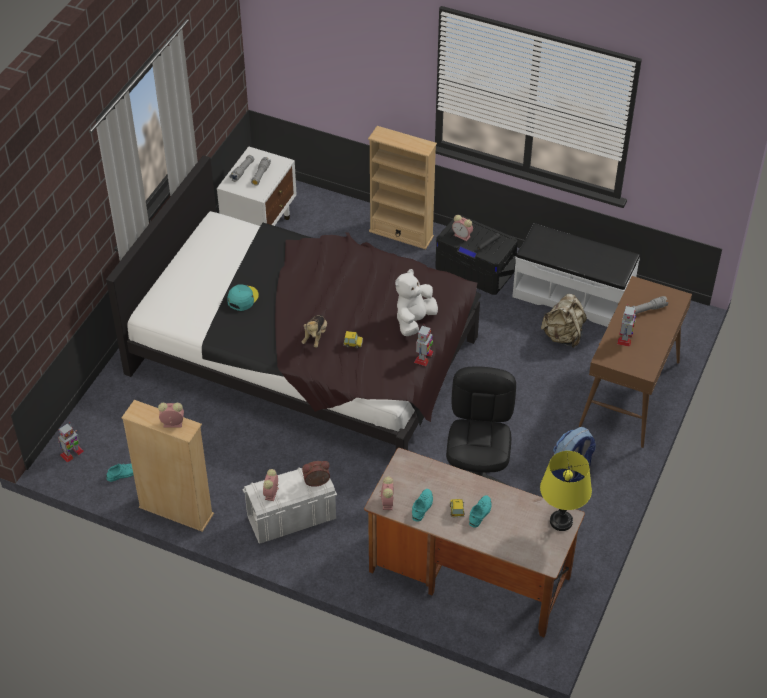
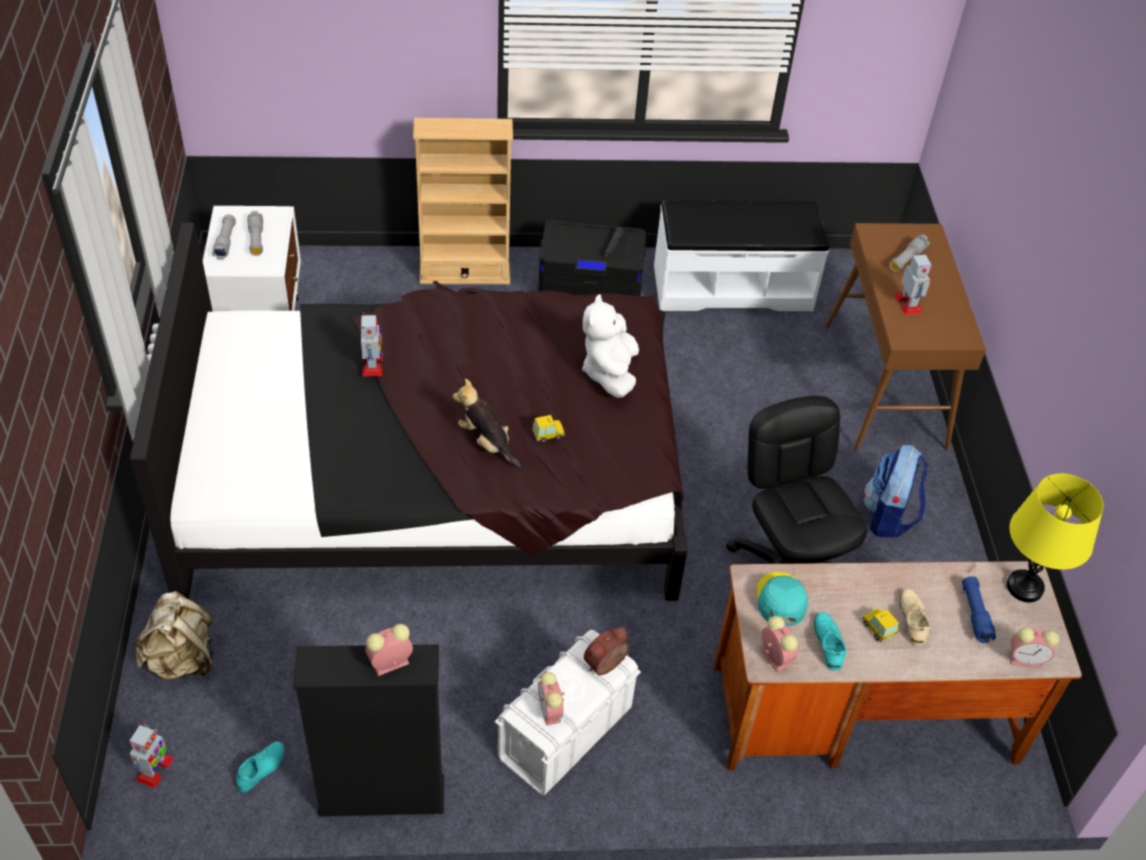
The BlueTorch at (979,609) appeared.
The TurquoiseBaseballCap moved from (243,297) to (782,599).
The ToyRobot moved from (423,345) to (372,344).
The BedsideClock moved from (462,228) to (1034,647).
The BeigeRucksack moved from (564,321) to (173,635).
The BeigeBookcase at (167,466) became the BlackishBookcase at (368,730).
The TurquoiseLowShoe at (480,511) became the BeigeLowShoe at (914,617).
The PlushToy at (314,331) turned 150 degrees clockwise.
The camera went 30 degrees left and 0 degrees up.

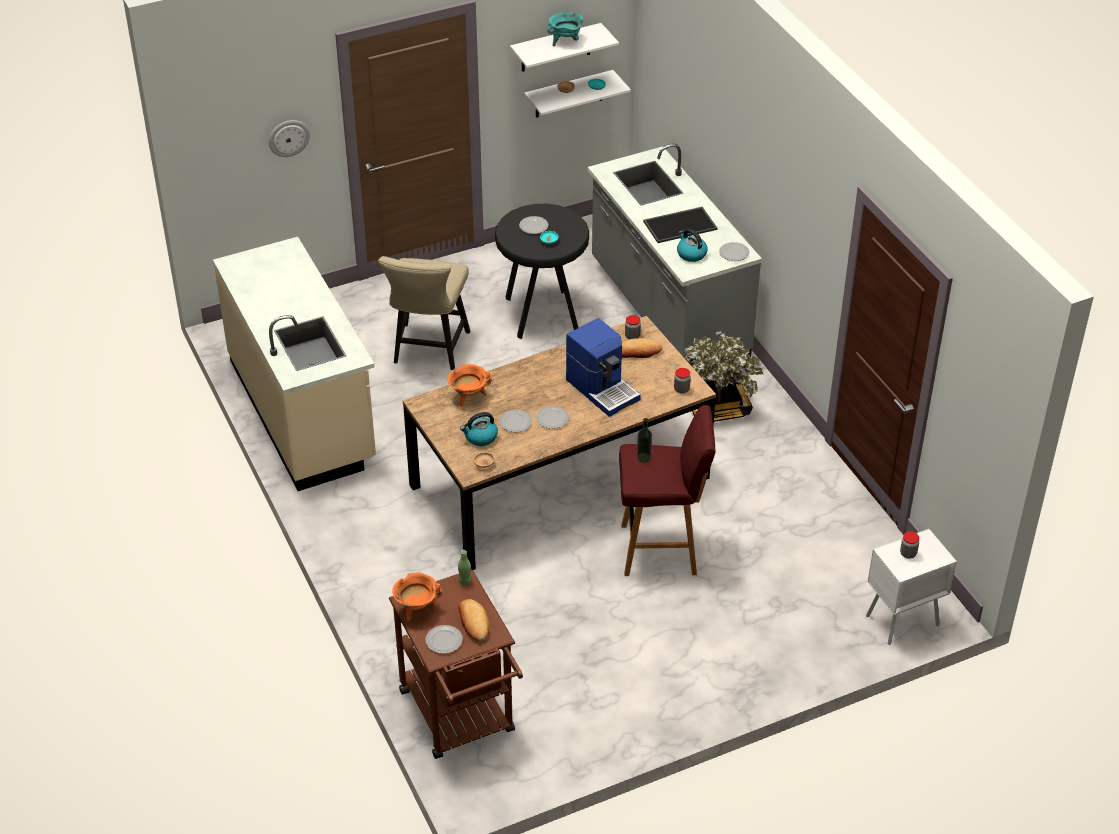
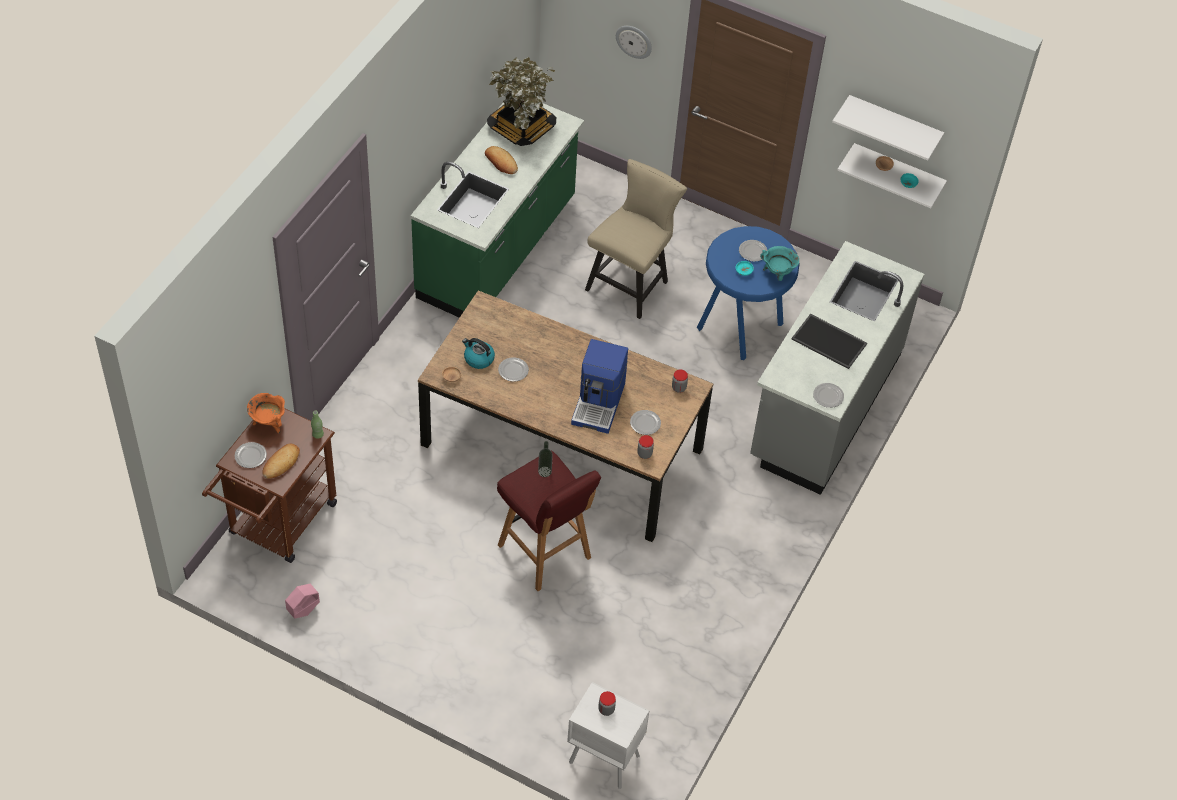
The OrangeColouredCookingPot at (470,385) disappeared.
The WaterKettle at (692,245) disappeared.
The PinkColouredFlowerPot at (302,601) appeared.
The Plate moved from (552,417) to (645,422).
The TurquoiseCookingPot moved from (565,29) to (779,263).
The BakedBread moved from (642,348) to (501,160).
The PlantInAPot moved from (725,376) to (521,101).
The BeigeKitchenBaseUnit at (294,364) became the GreenishKitchenBaseUnit at (497,208).
The BlackishStoolSeat at (542,271) became the BlueStoolSeat at (748,293).
The BeigeUprightChair at (424,313) turned 150 degrees clockwise.
The camera went 50 degrees right and 10 degrees up.

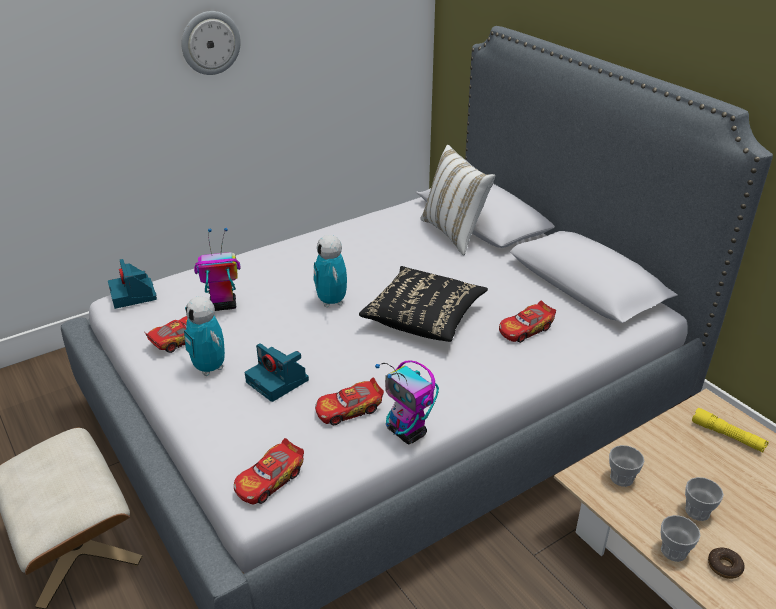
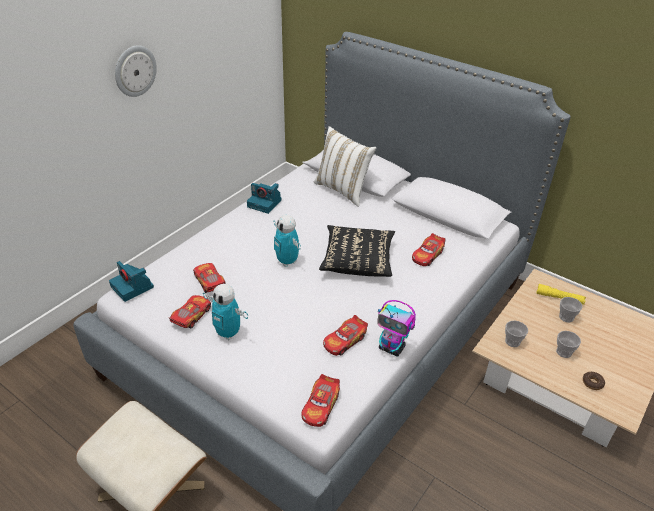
The PhotoCamera moved from (277,372) to (264,198).
The Cup moved from (681,538) to (571,310).
The ToyRobot at (217,269) was replaced by the MiniatureCar at (209,278).
The camera went 20 degrees left and 5 degrees up.

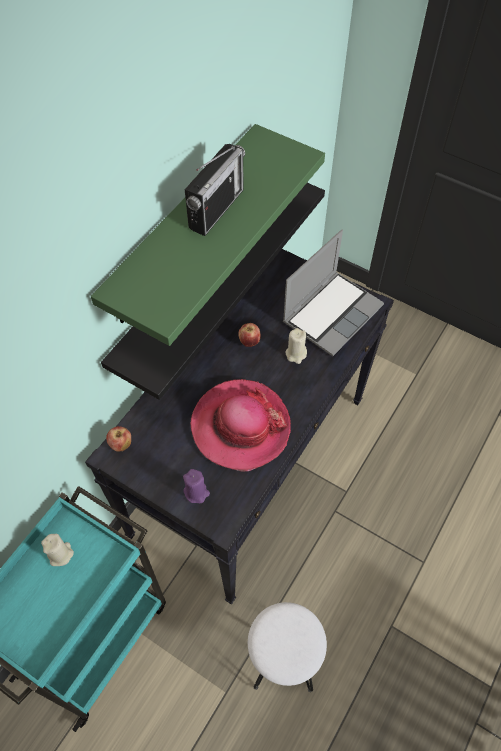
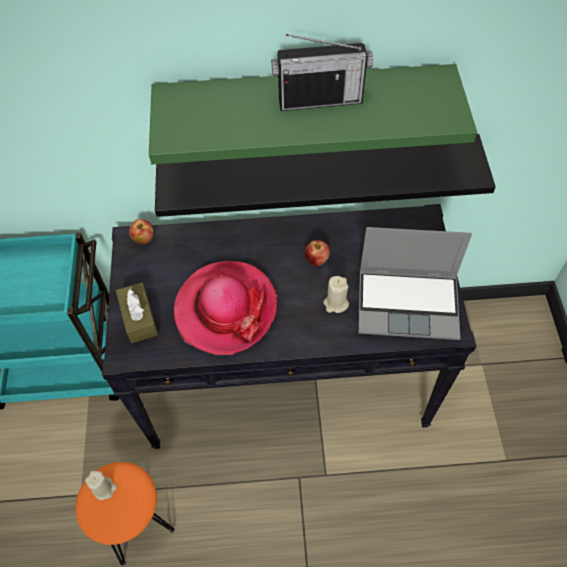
The BeigeCandle moved from (57,549) to (101,485).
The PurplishCandle at (196,486) was replaced by the BrownTissueHolder at (137,312).
The WhiteStoolSeat at (287,647) became the OrangeColouredStoolSeat at (125,514).
The camera went 55 degrees right and 0 degrees up.

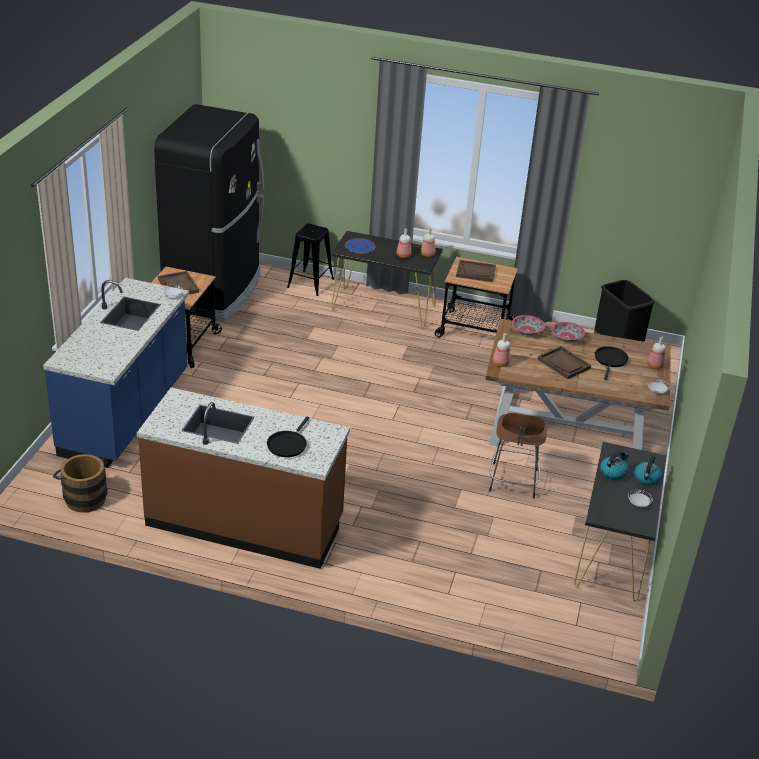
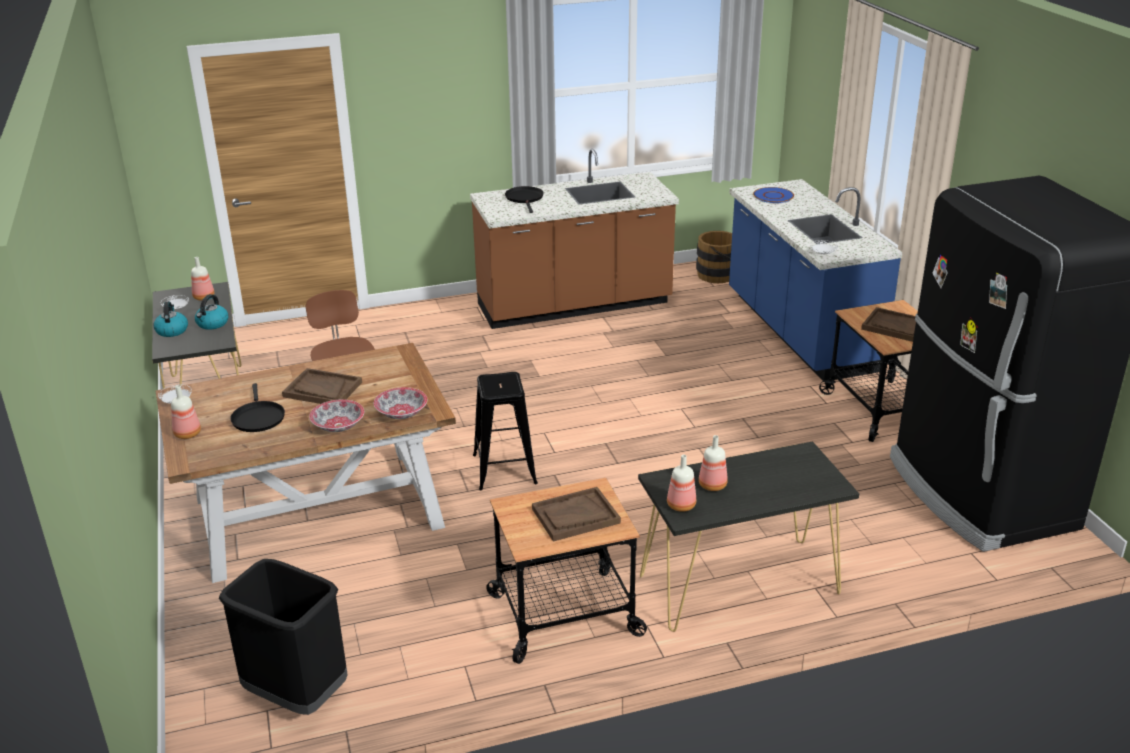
The BlackishStoolSeat moved from (310,259) to (505,431).
The BluePlate moved from (360,246) to (773,195).
The Bottle moved from (501,350) to (203,279).
The camera went 150 degrees right and 5 degrees down.

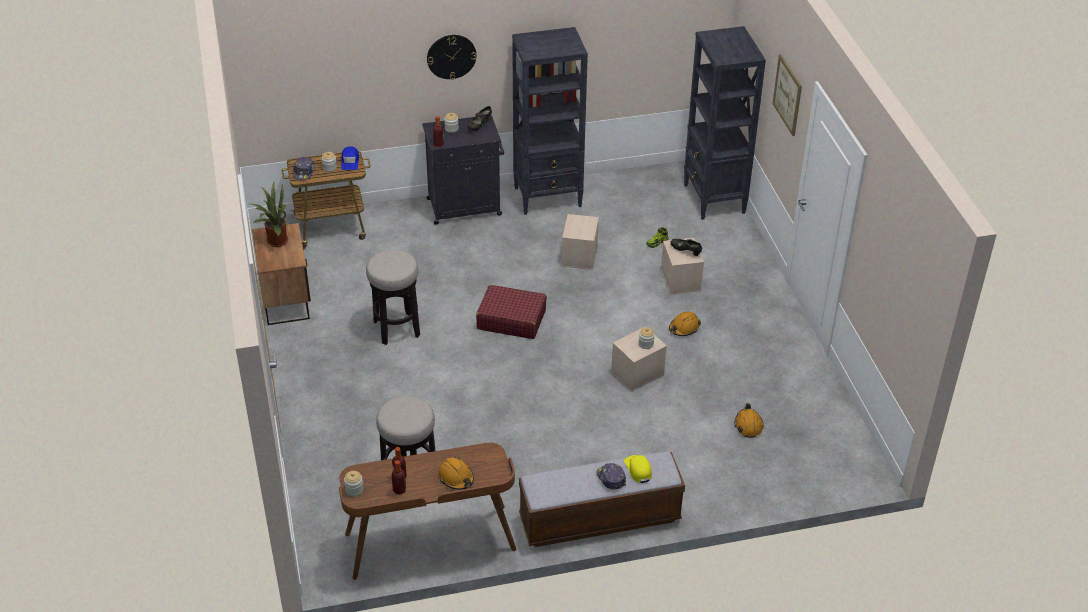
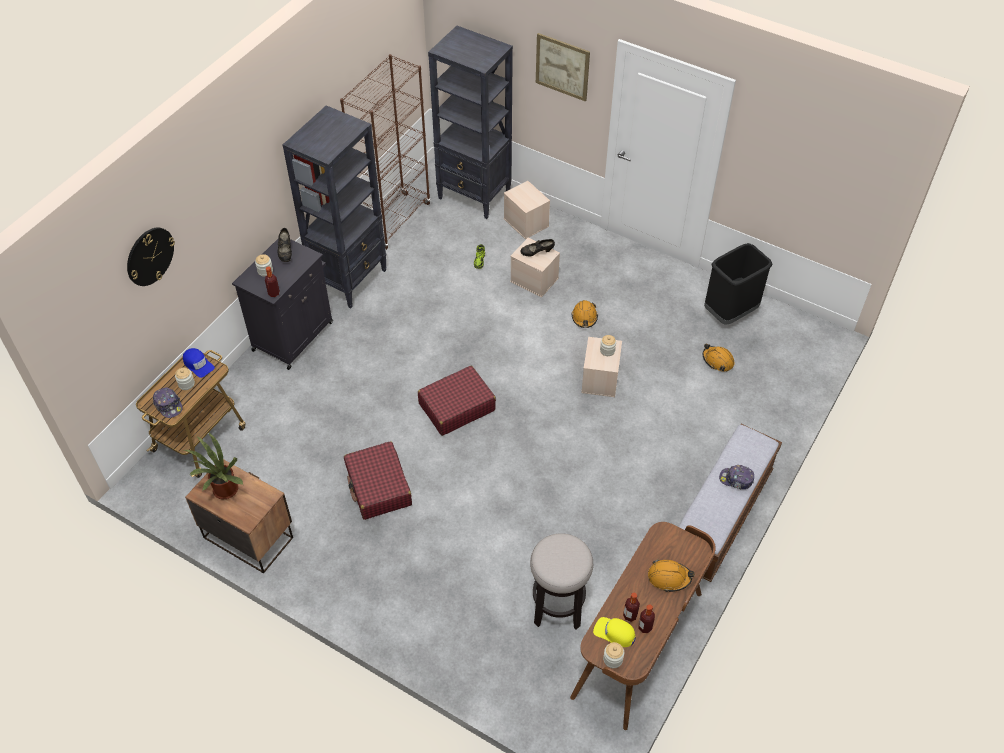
The BrownBookcase at (385,152) appeared.
The BlackishRubbishBin at (738,284) appeared.
The WallClock moved from (452,57) to (151,257).
The BeigeStorageContainer moved from (580,242) to (527,210).
The YellowColouredBaseballCap moved from (638,469) to (614,632).
The StoolSeat at (393,297) was replaced by the ReddishTravelCase at (378,480).
The camera went 45 degrees left and 10 degrees up.

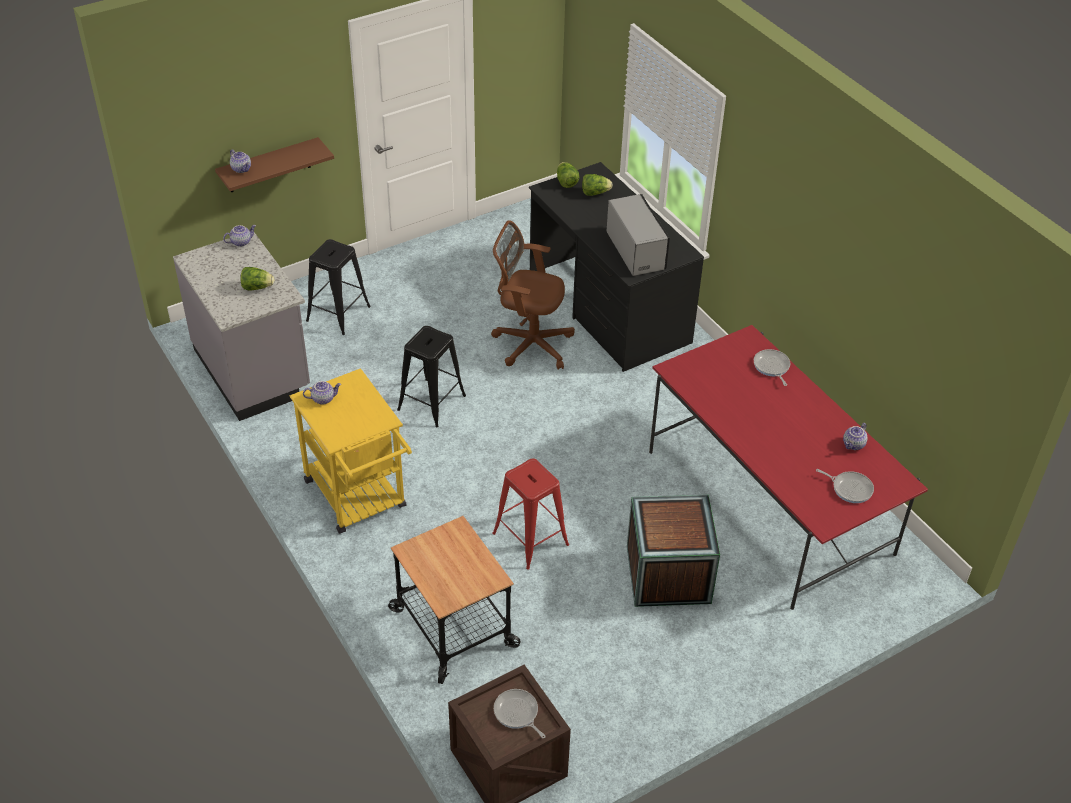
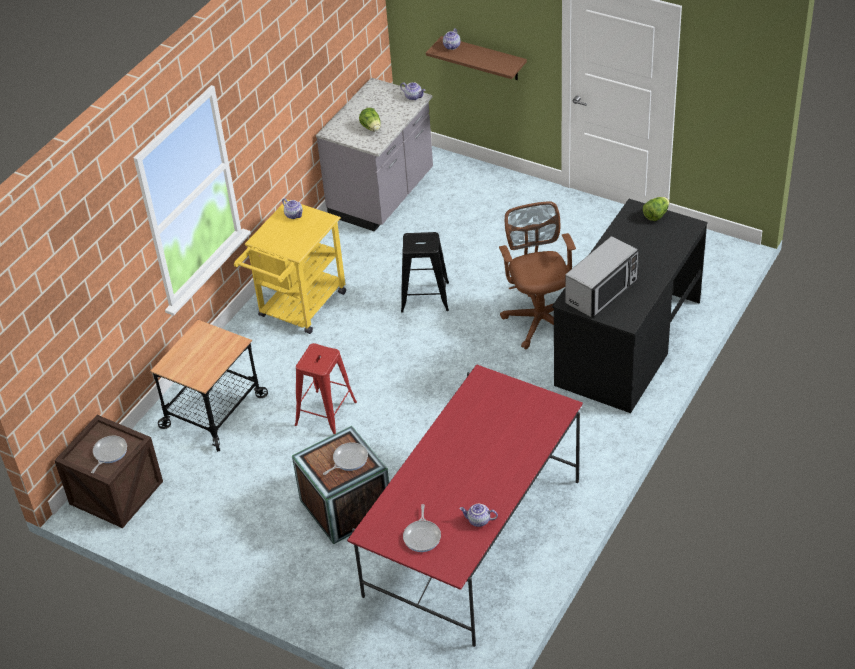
The BlackishStoolSeat at (338,287) disappeared.
The HeadOfLettuce at (597,185) disappeared.
The Skillet moved from (772,367) to (345,458).
The camera went 65 degrees right and 0 degrees up.

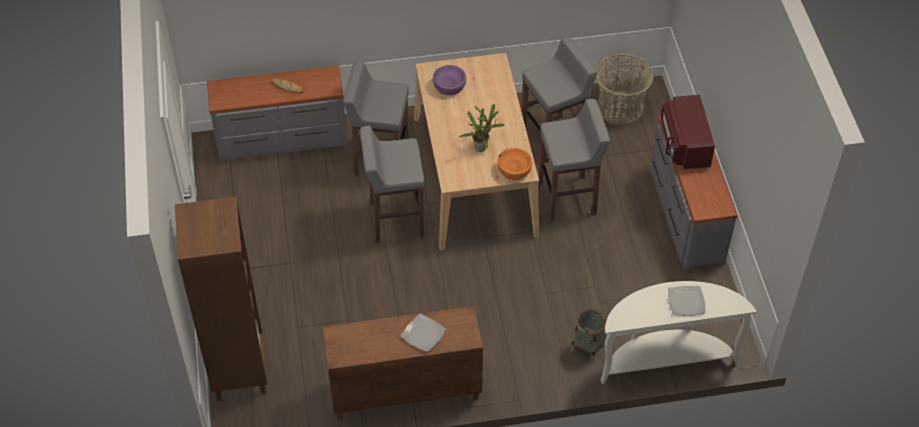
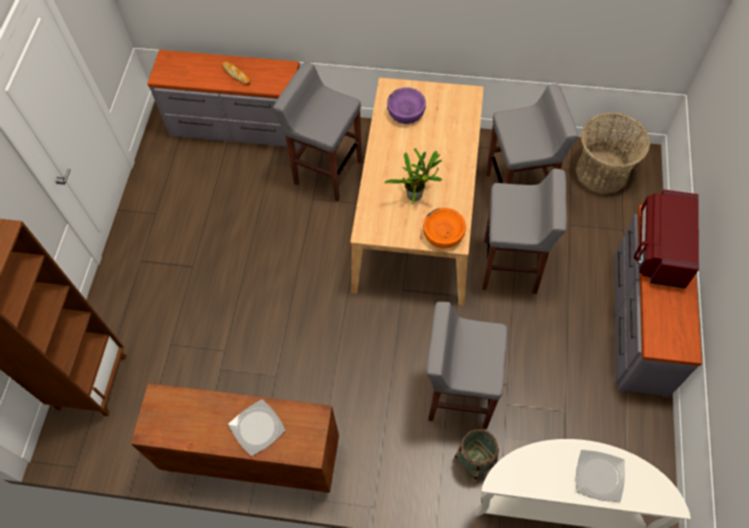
The GreyishStoolSeat moved from (392,184) to (467,365).
The camera went 20 degrees right and 10 degrees up.

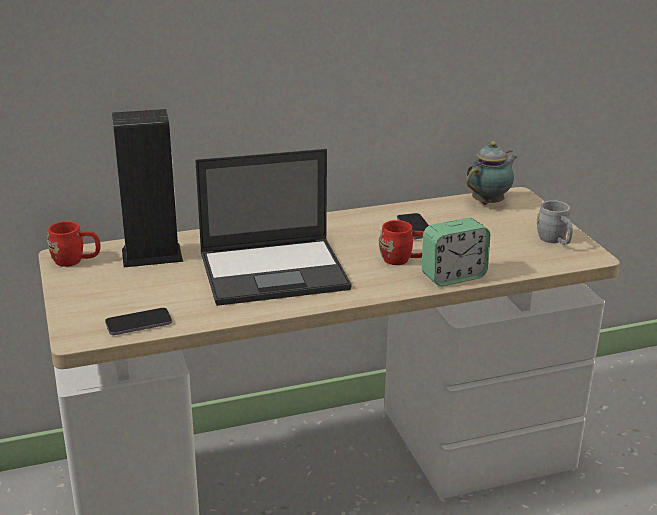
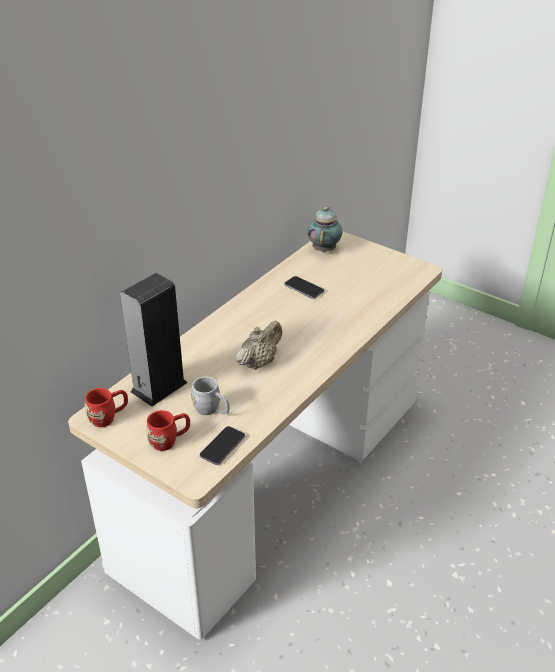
The BedsideClock at (456,252) disappeared.
The ReddishMug moved from (401,242) to (168,430).
The GreyishMug moved from (555,222) to (210,395).
The PortableComputer at (273,227) was replaced by the BeigeTeapot at (259,345).
The camera went 35 degrees left and 10 degrees up.

